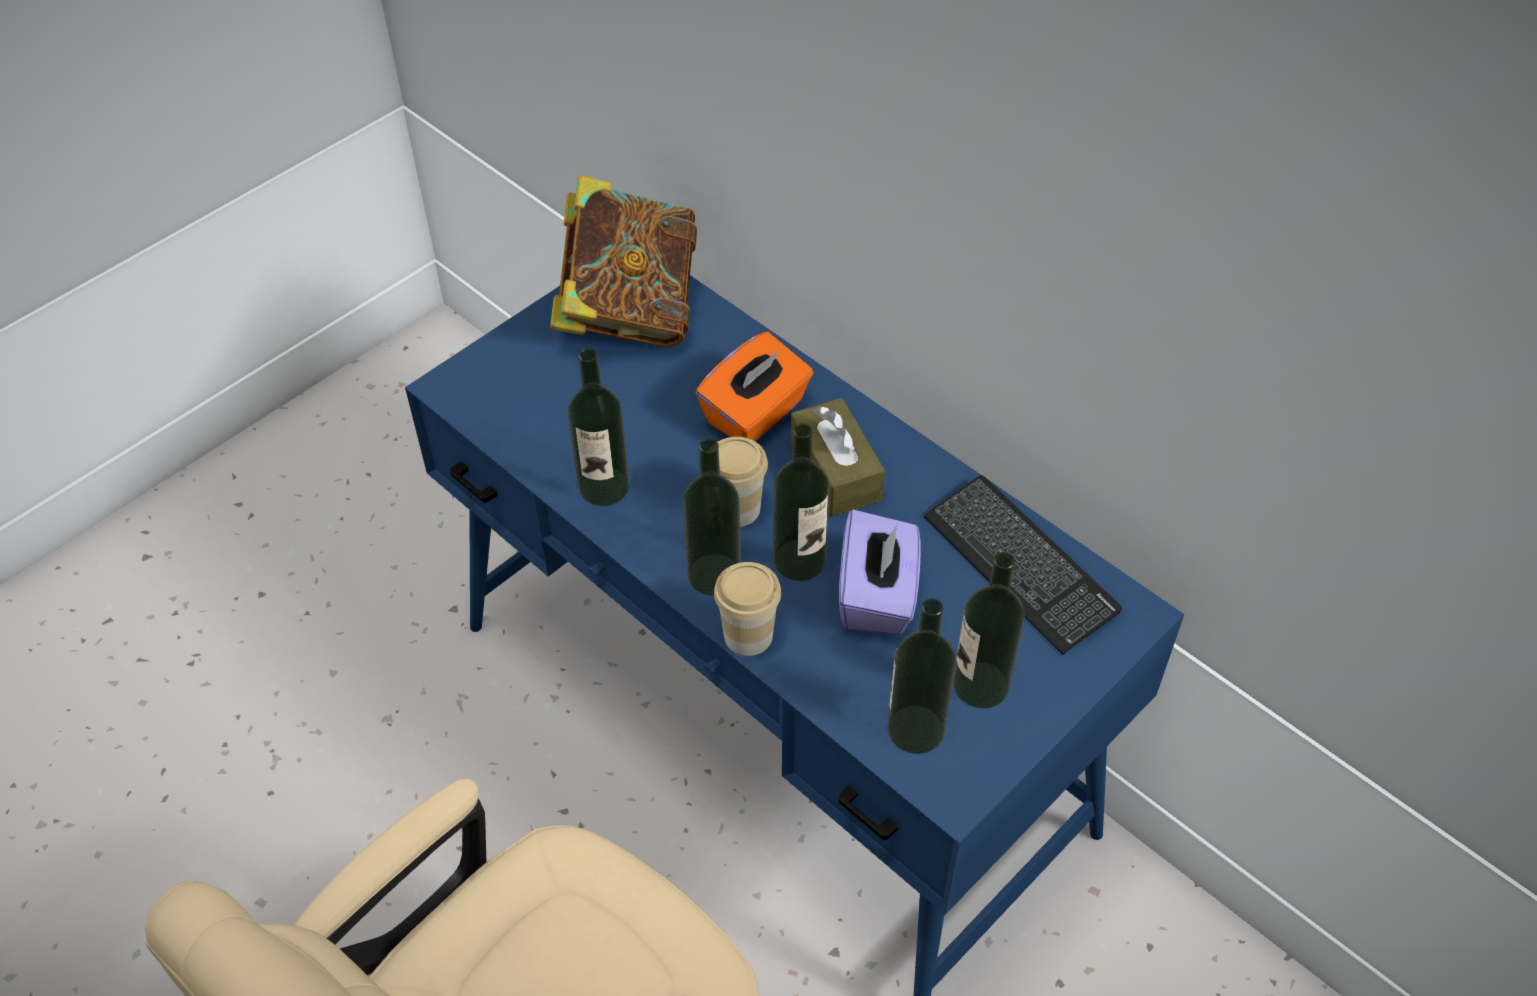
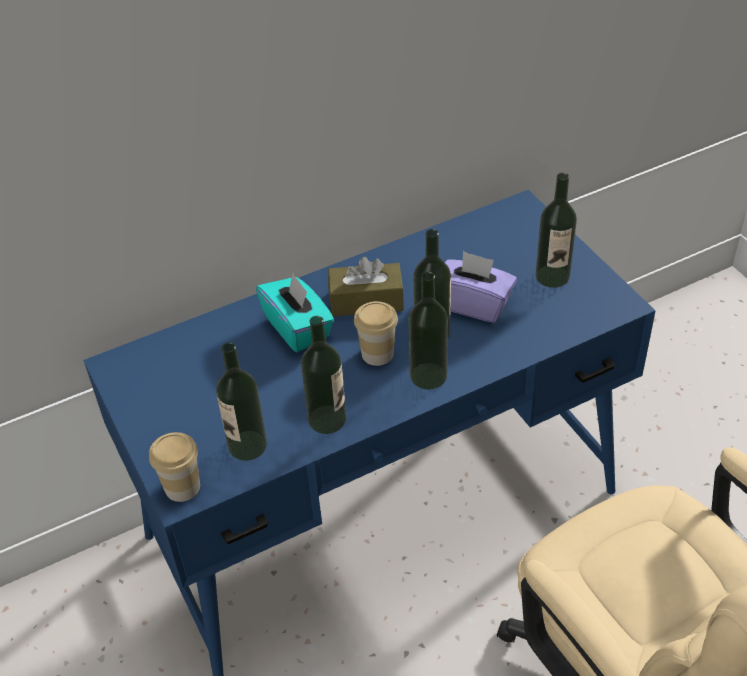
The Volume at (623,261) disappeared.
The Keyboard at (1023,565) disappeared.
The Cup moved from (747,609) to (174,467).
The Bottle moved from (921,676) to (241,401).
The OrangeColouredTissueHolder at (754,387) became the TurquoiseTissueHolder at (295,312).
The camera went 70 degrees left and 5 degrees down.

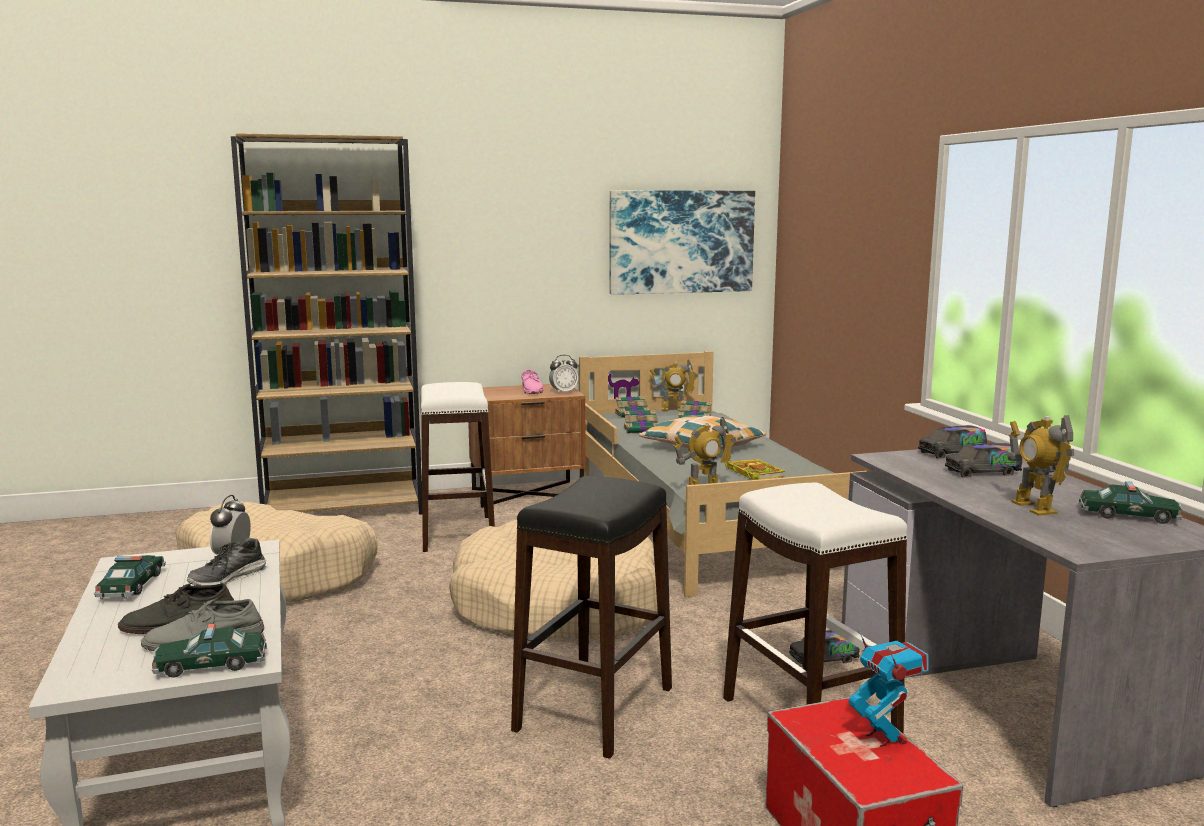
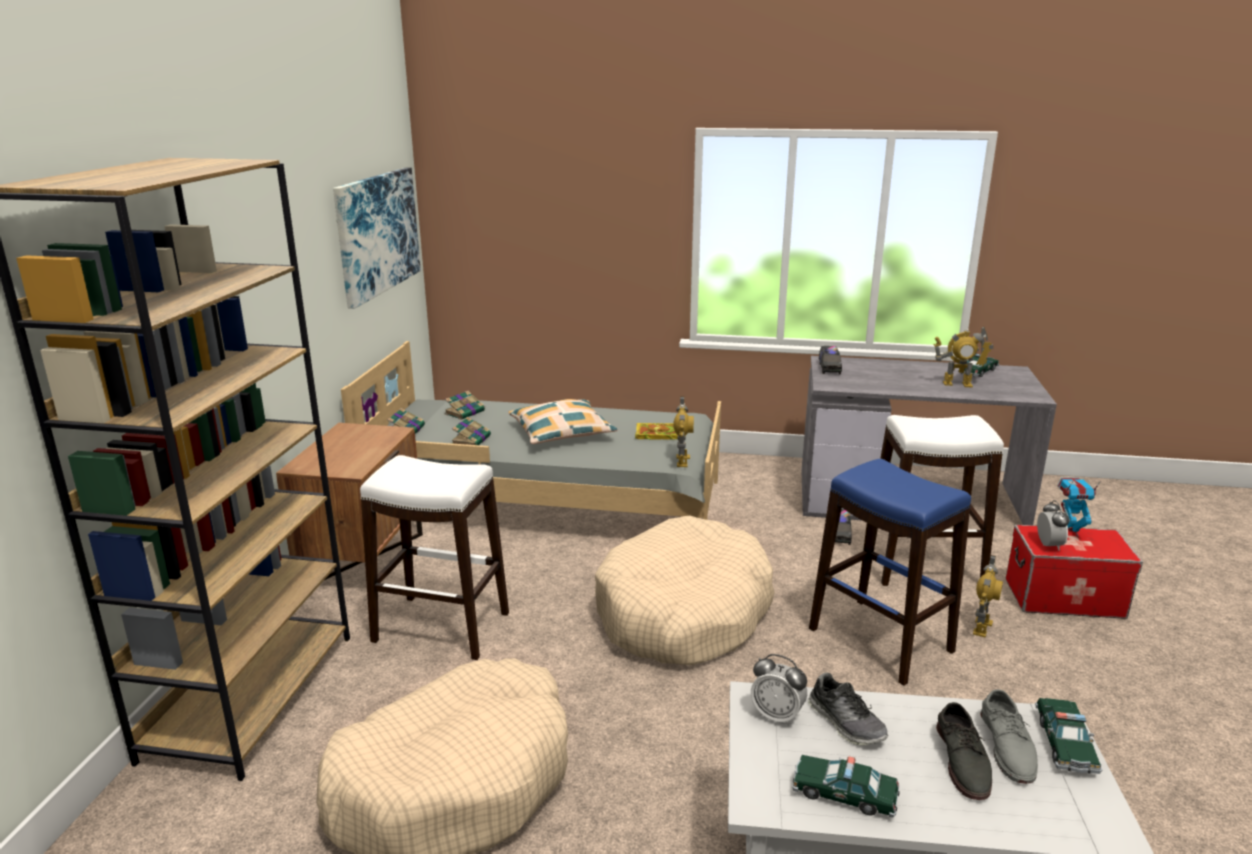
The PinkColouredLowShoe at (533,382) disappeared.
The ModelTruck at (983,460) disappeared.
The BedsideClock moved from (563,374) to (1053,525).
The ToyRobot moved from (674,384) to (988,596).
The BlackishStoolSeat at (591,617) became the BlueStoolSeat at (890,572).
The camera went 65 degrees left and 10 degrees up.

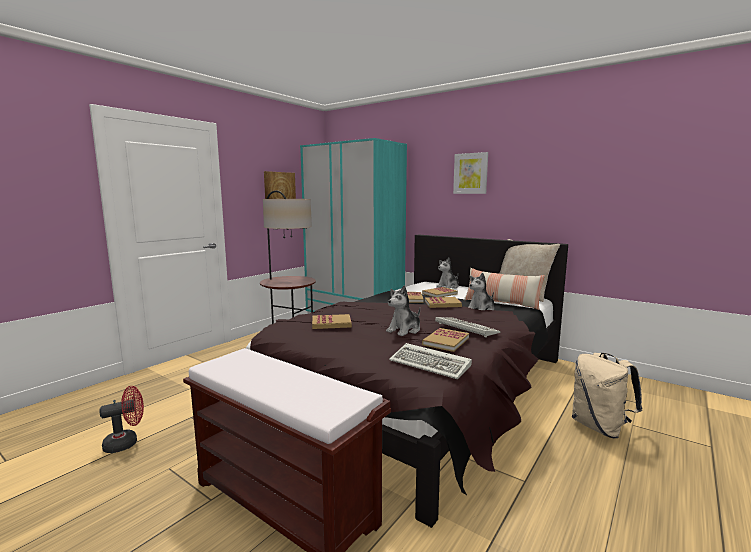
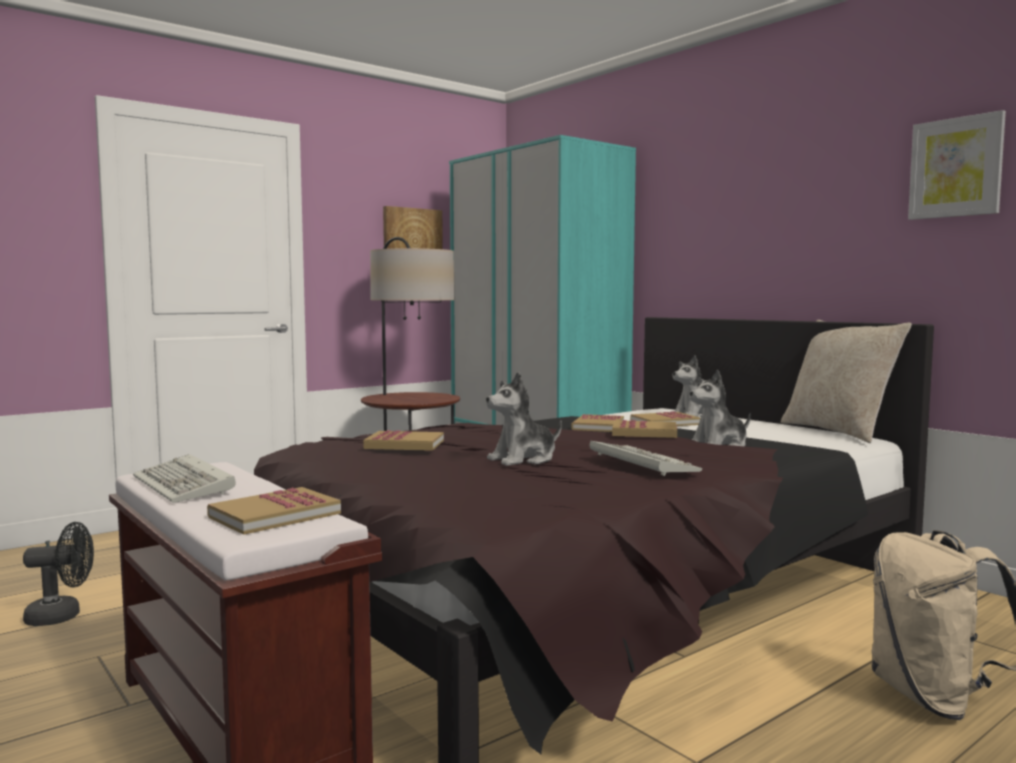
The Pillow at (504,289) disappeared.
The Keyboard moved from (430,361) to (184,478).
The Volume moved from (445,340) to (274,511).
The WallArt moved from (470,173) to (957,165).
The ReddishFan at (122,419) became the BlackishFan at (58,574).
The camera went 15 degrees right and 5 degrees down.

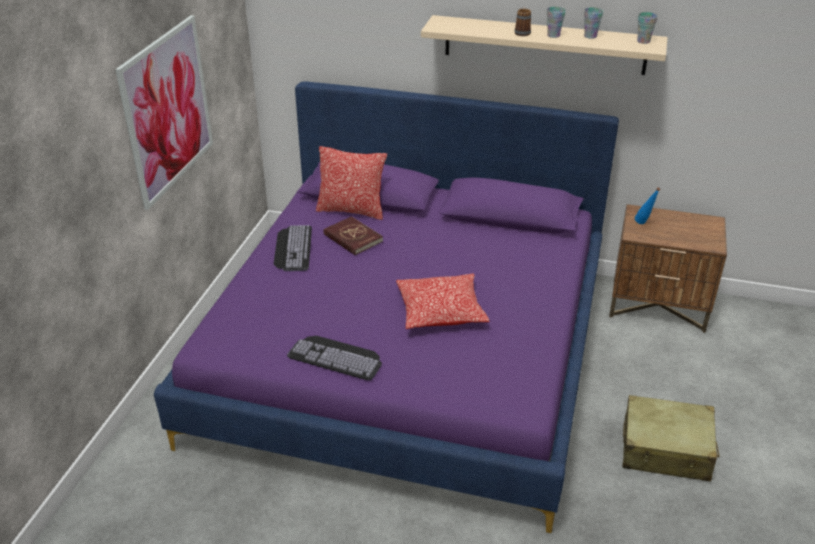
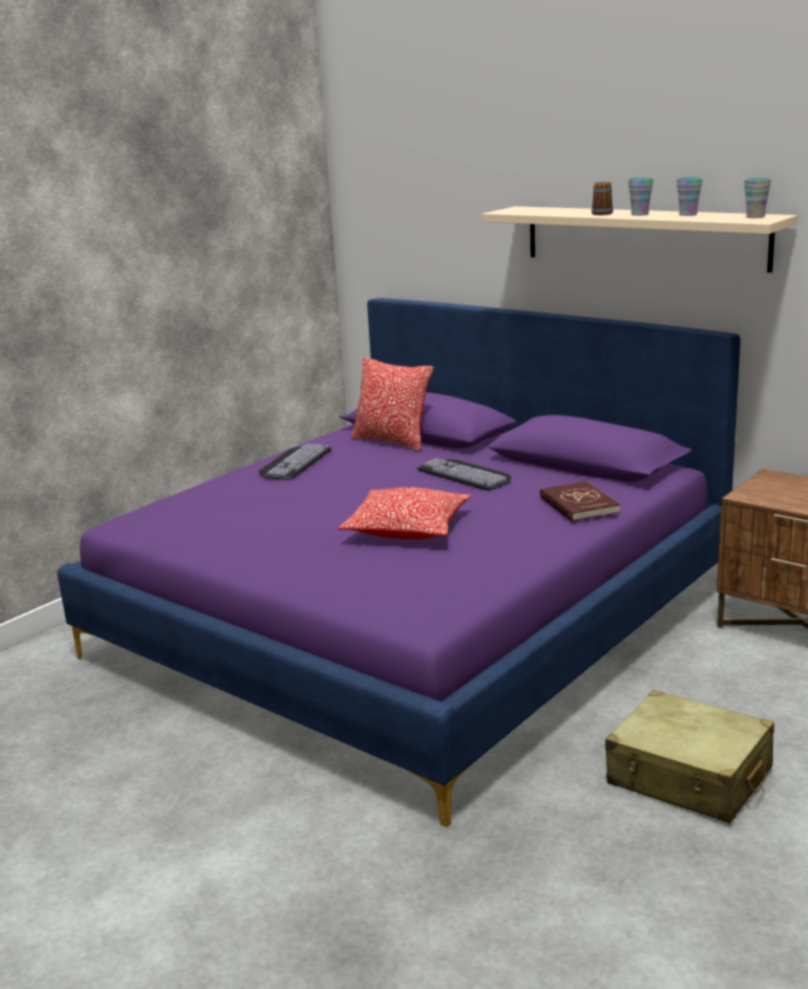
The WallArt at (164,112) disappeared.
The BlueBottle at (647,205) disappeared.
The Keyboard moved from (334,358) to (463,474).
The ReddishVolume moved from (353,235) to (580,501).
The camera went 25 degrees right and 15 degrees down.

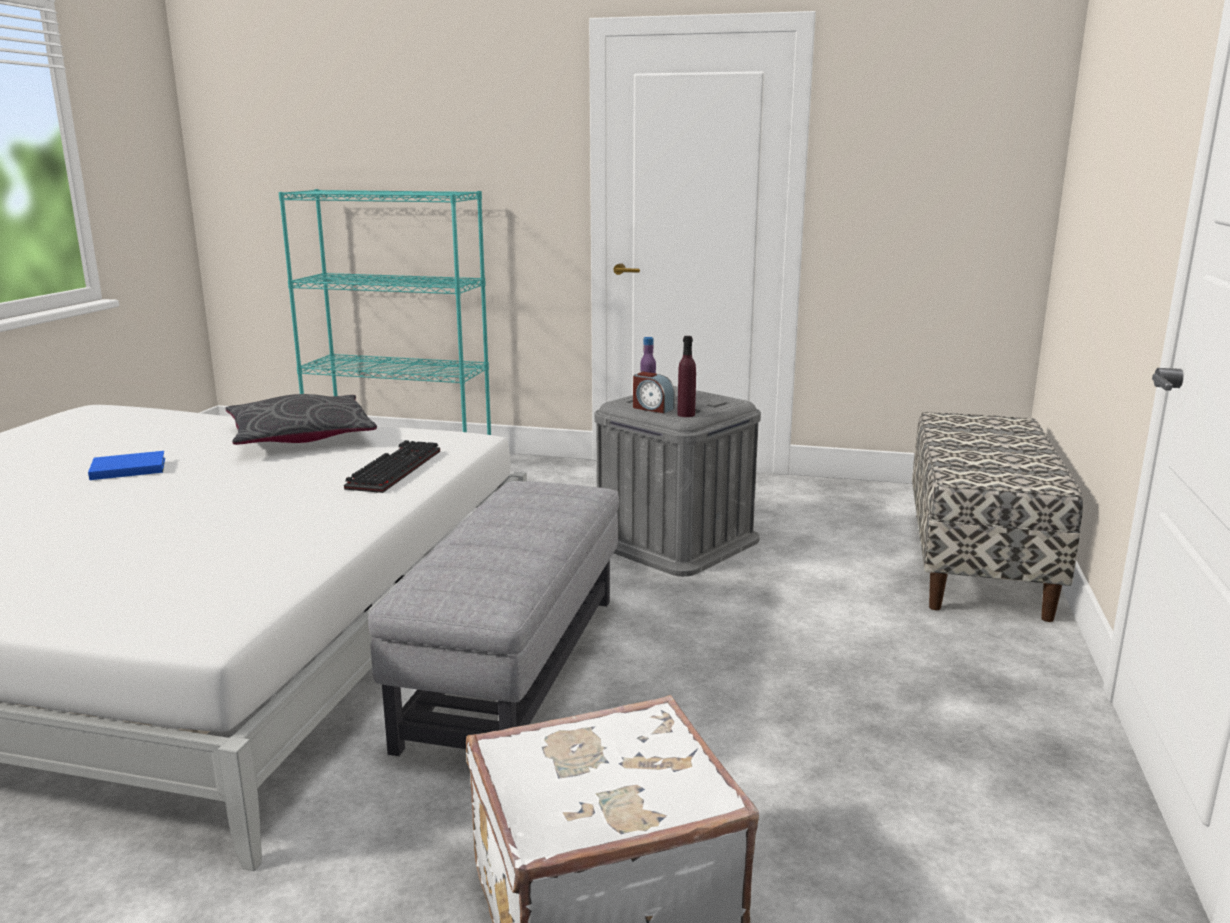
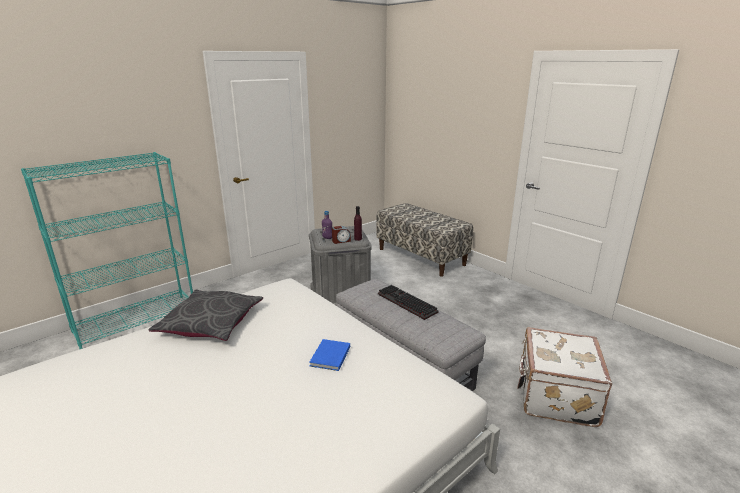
The BlueVolume moved from (126,465) to (329,355).
The Keyboard moved from (392,466) to (408,302).
The camera went 55 degrees left and 5 degrees up.

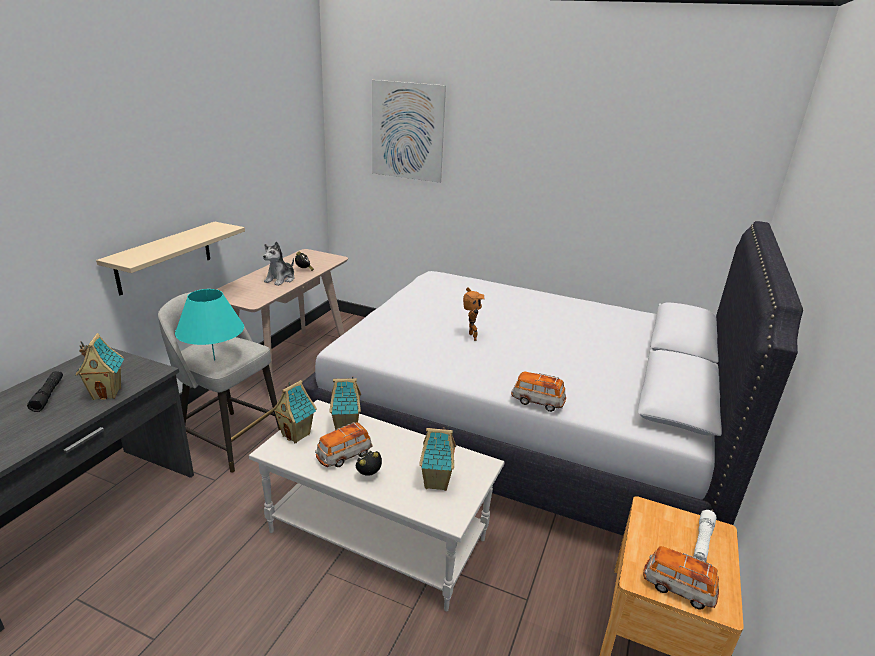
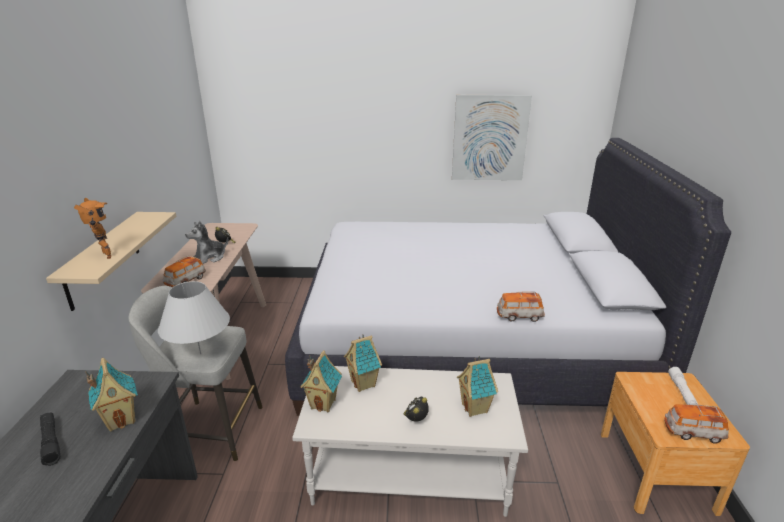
The MiniatureCar moved from (344,444) to (184,271).
The WallArt moved from (409,131) to (492,137).
The ToyRobot moved from (473,314) to (92,228).
The TurquoiseTabletopLamp at (209,325) became the WhiteTabletopLamp at (194,317).
The PlushToy at (279,263) turned 45 degrees clockwise.
The camera went 20 degrees left and 0 degrees up.

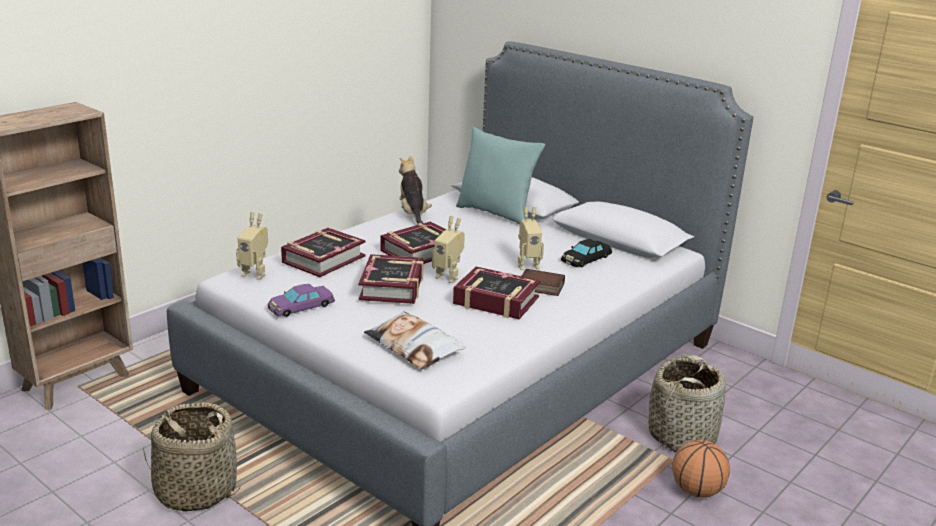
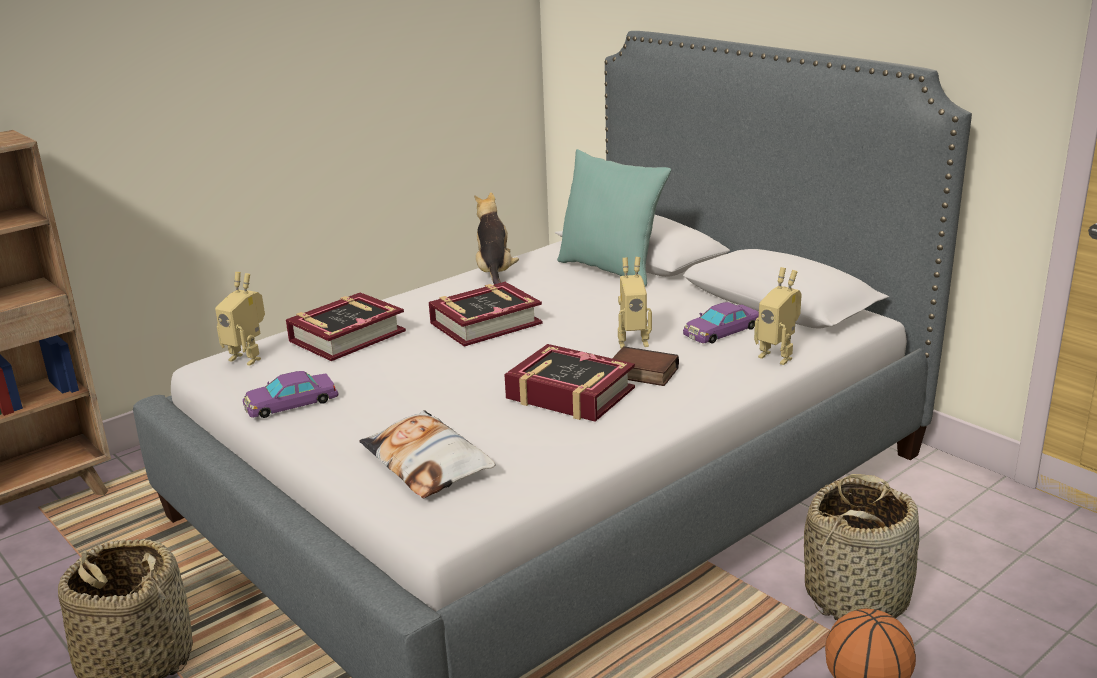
The Volume at (391,279) disappeared.
The ToyRobot moved from (448,249) to (778,316).
The BlackishMiniatureCar at (586,253) became the PurplishMiniatureCar at (721,323).
The camera went 10 degrees right and 0 degrees up.

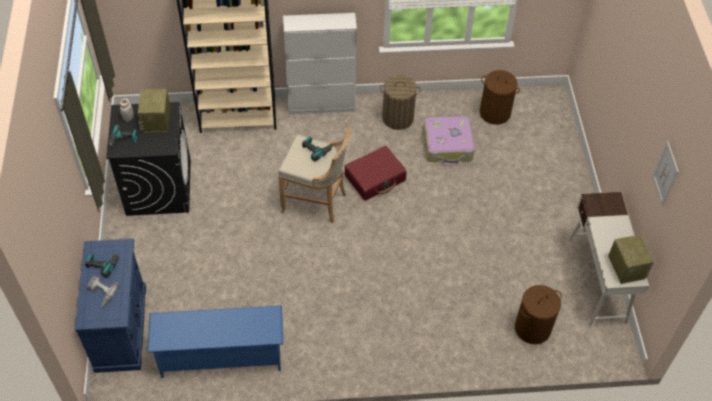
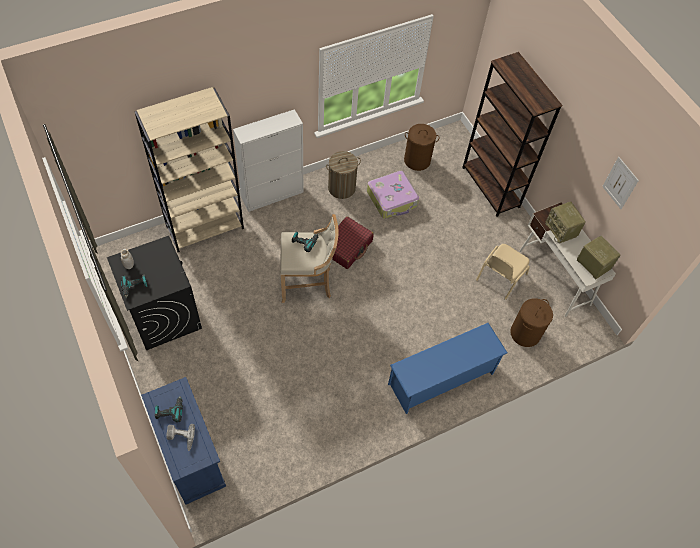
The BrownBookcase at (512,134) appeared.
The BeigeUprightChair at (503,272) appeared.
The RadioReceiver moved from (154,111) to (565,223).
The BlueShoeRack moved from (215,342) to (447,368).
The camera went 25 degrees left and 5 degrees up.

